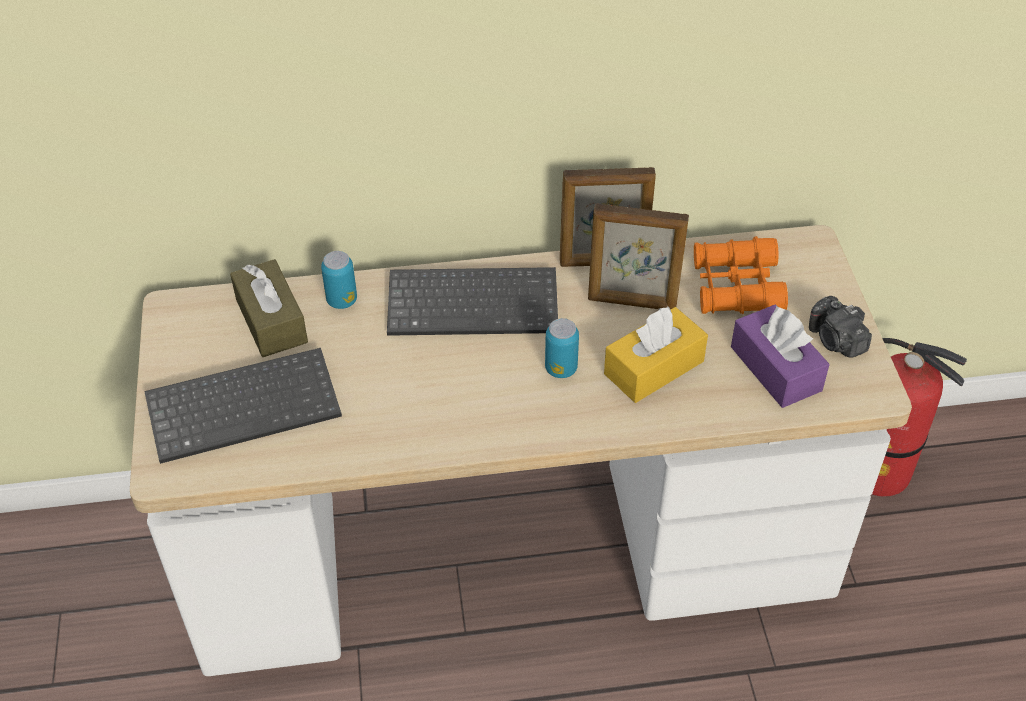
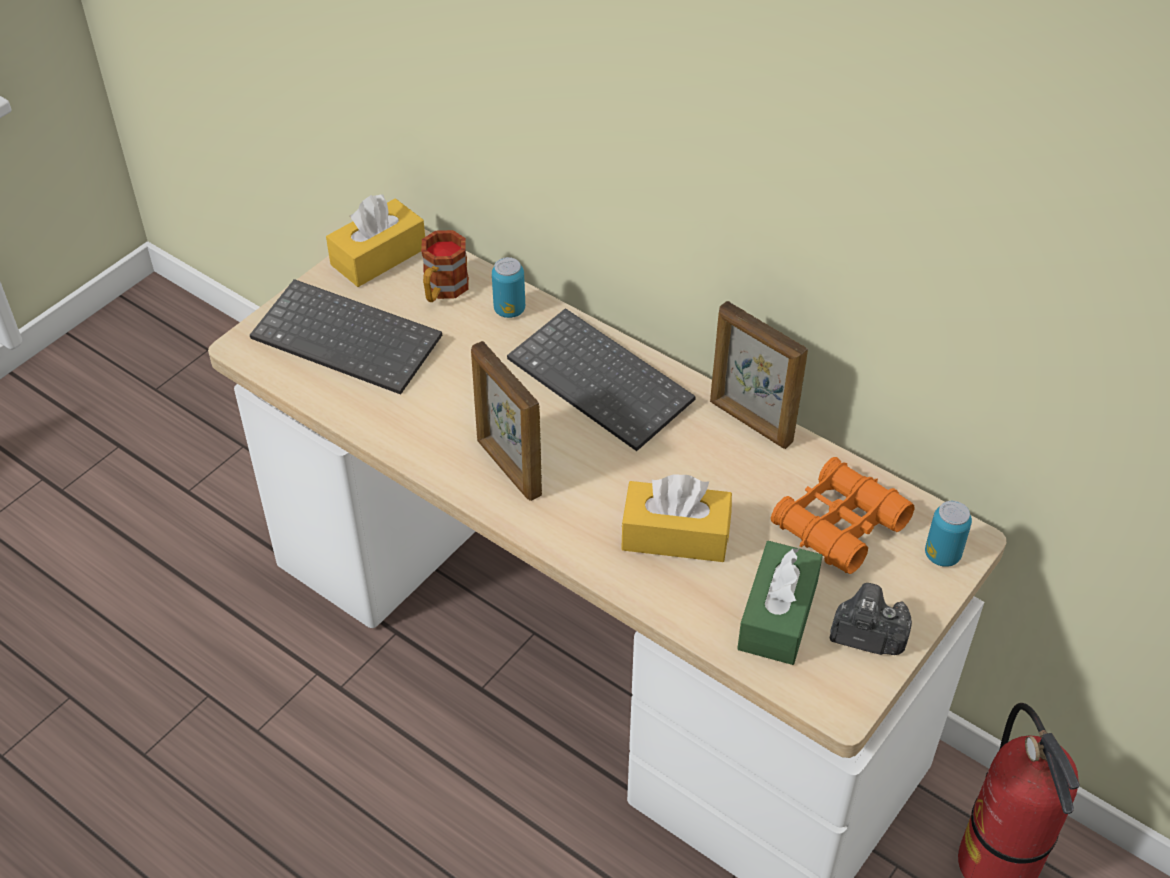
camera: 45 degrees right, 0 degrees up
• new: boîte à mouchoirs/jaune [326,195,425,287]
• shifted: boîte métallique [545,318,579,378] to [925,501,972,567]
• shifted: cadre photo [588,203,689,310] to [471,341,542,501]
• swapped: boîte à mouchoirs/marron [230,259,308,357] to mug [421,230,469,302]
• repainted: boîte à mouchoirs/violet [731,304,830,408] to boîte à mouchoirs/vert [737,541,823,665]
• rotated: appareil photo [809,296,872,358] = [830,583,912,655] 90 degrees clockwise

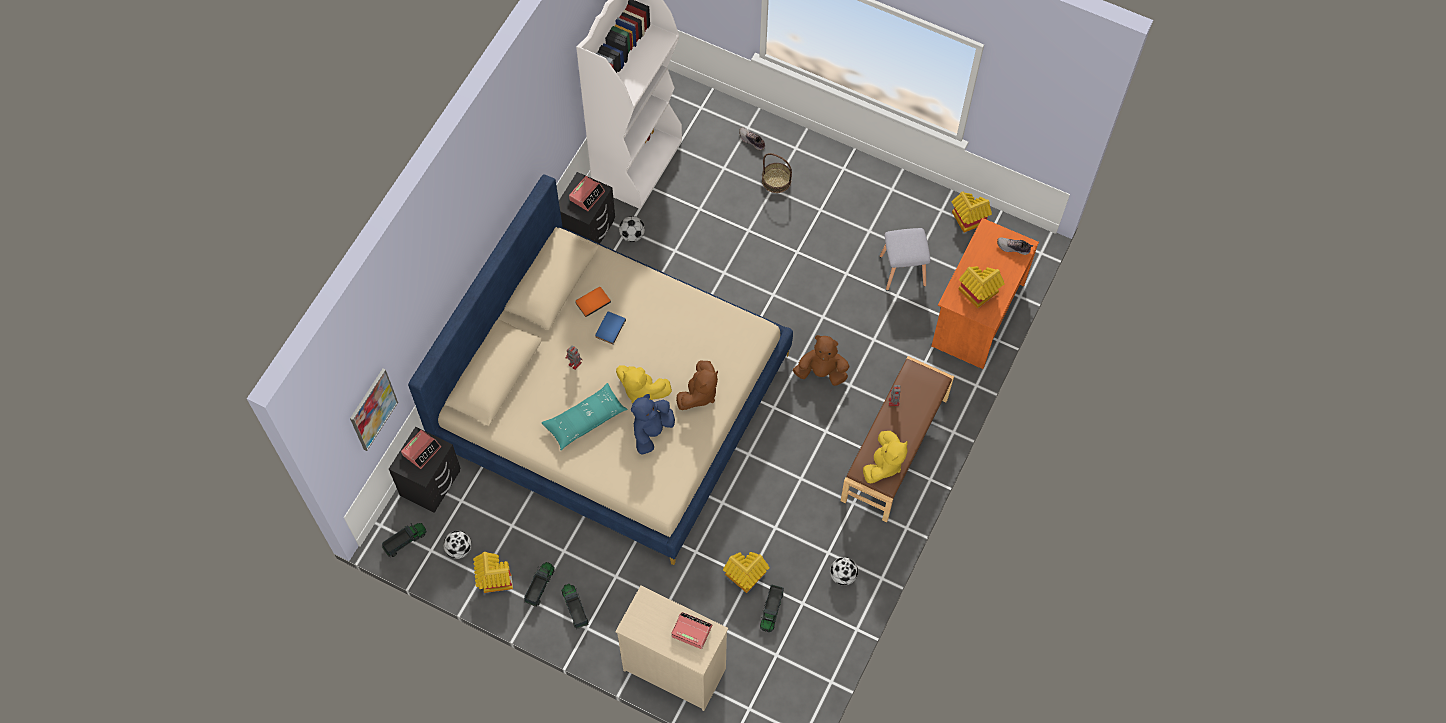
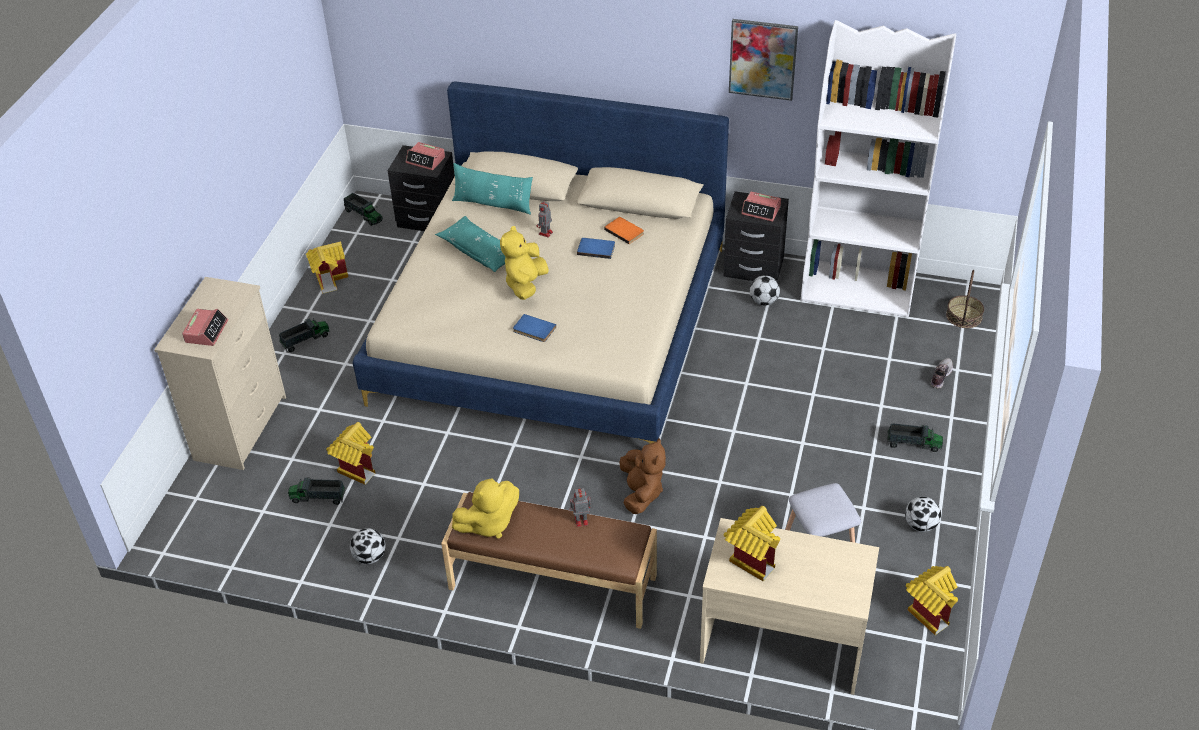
camera: 80 degrees right, 20 degrees down
• gone: peluche/bleu [631,394,675,455]
• gone: chaussure [997,237,1033,255]
• new: coussin/turquoise [452,163,533,215]
• shifted: tableau [350,369,398,451] to [729,19,798,101]
• shifted: ballon de foot [443,531,472,559] to [905,497,941,532]
• shifted: camion jouet [524,562,555,607] to [887,423,943,452]
• shifted: panier [762,153,792,193] to [946,270,984,328]
• swapped: peluche/marron [676,360,718,410] to livre/bleu [513,314,556,342]
• repainted: bureau/orange [932,218,1039,369] to bureau/beige [700,518,879,695]
• rotated: peluche/jaune [863,431,908,483] = [452,478,519,539] 45 degrees counterclockwise

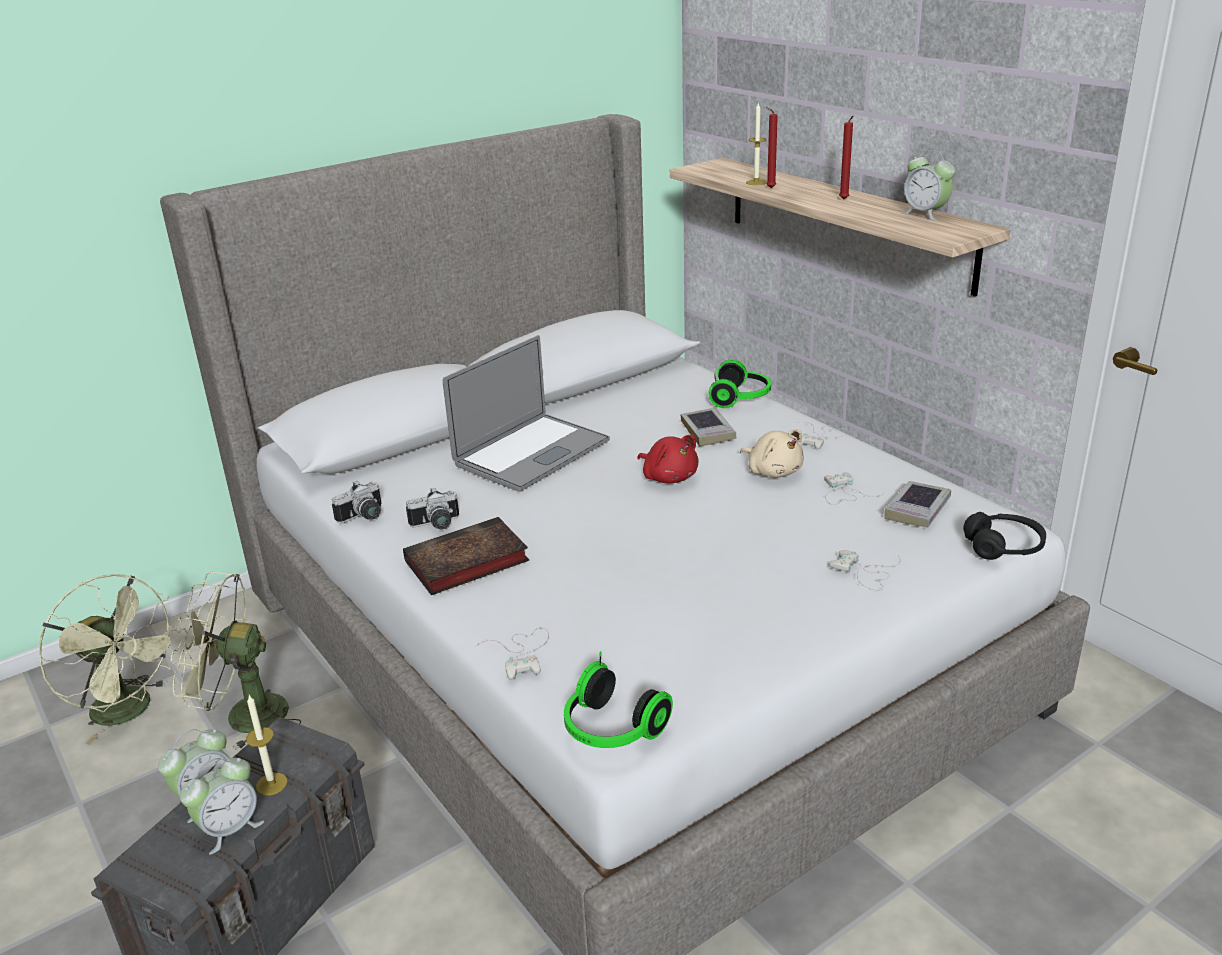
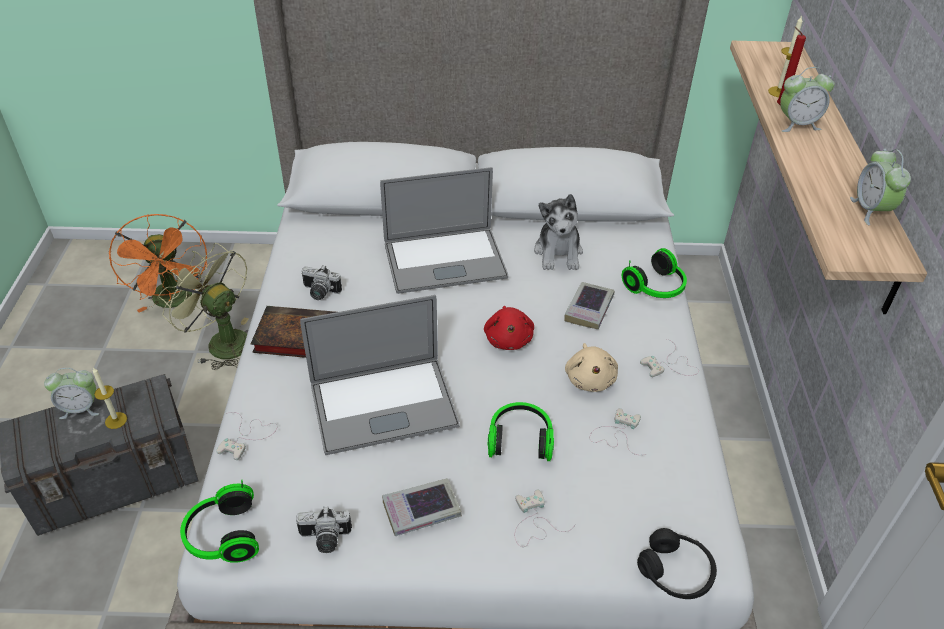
camera: 35 degrees right, 15 degrees up
• gone: bougie/rouge [839,116,853,199]
• new: ordinateur portable [300,295,460,455]
• new: casque audio [487,402,554,461]
• new: peluche [534,194,583,270]
• shifted: réveil [180,758,264,855] to [780,67,835,132]
• shifted: appareil photo [332,481,381,523] to [296,507,352,553]
• shifted: livre [884,481,951,527] to [382,478,462,536]
• repainted: ventilateur/vert [38,574,181,744] to ventilateur/orange [109,214,207,312]

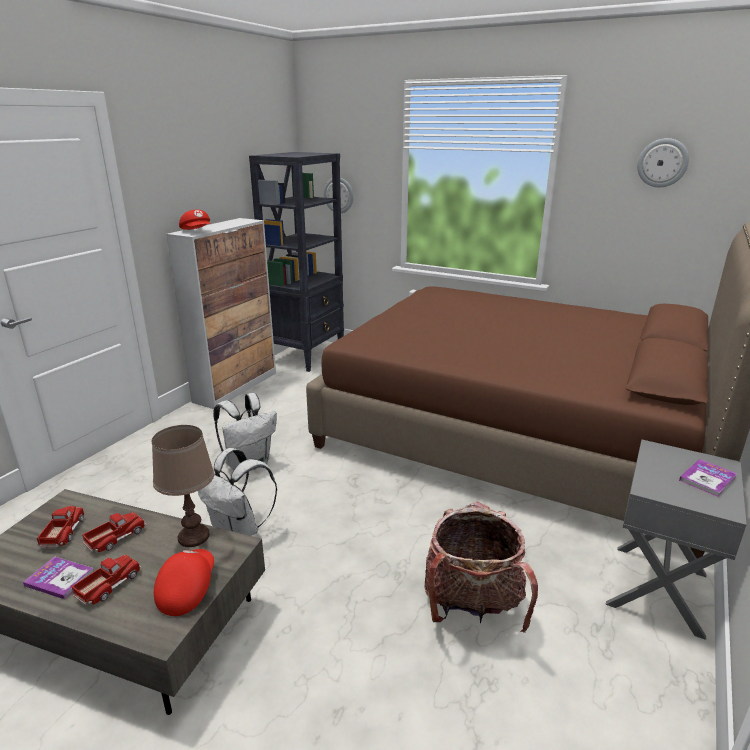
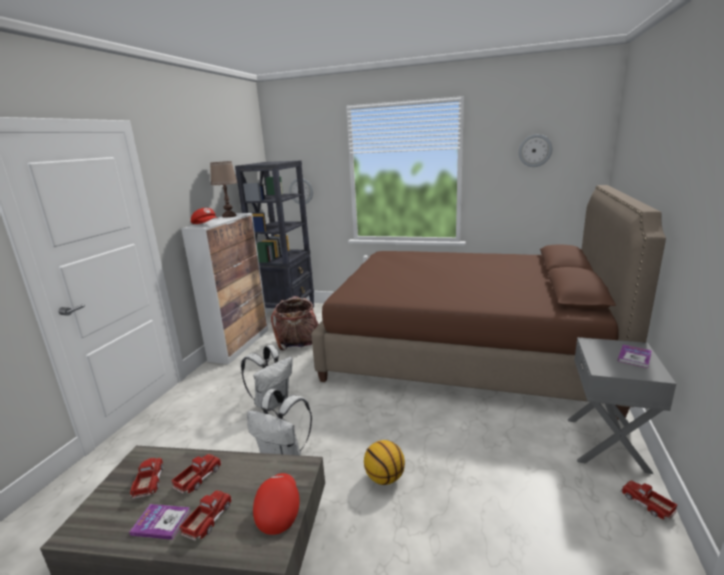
camera: 10 degrees left, 5 degrees down
• new: ballon de basket [364,440,405,485]
• new: camion jouet [620,481,677,519]
• shifted: lampe de table/marron [152,425,214,547] to [210,161,238,218]
• shifted: sac à dos [424,502,538,632] to [271,296,319,350]

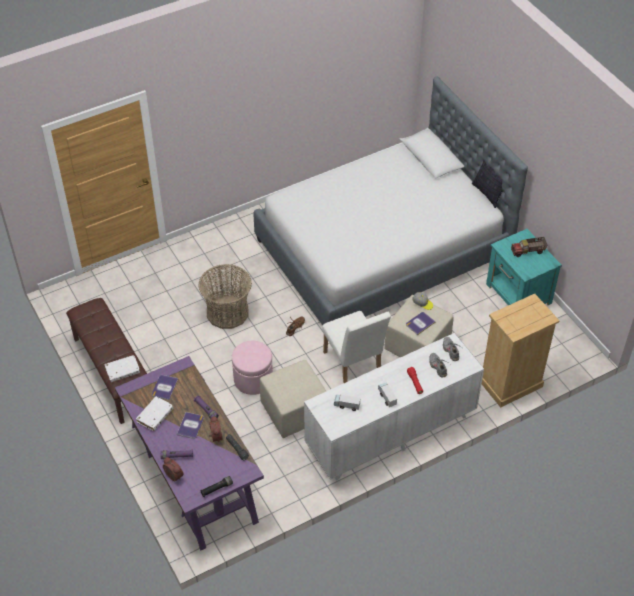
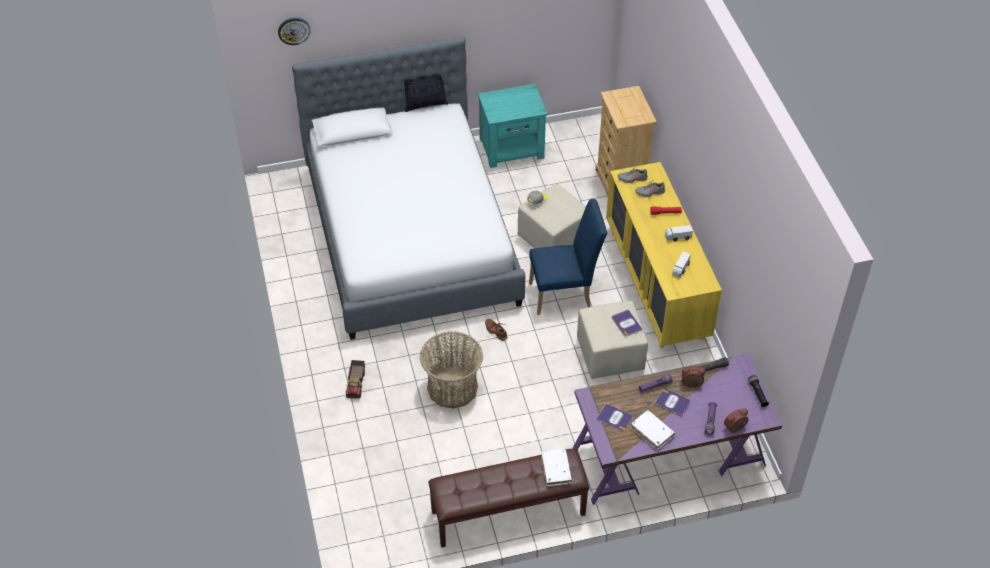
camera: 75 degrees left, 0 degrees up
• gone: pouf/rose [232,341,273,395]
• new: horloge murale [278,18,311,45]
• shifted: livre [406,312,436,335] to [612,309,643,336]
• shifted: camion jouet [511,237,548,257] to [346,360,365,399]
• repainted: commode/blanc [304,333,484,481] to commode/jaune [606,162,722,348]
• repainted: chaise/blanc [322,311,391,383] to chaise/bleu [529,199,607,315]

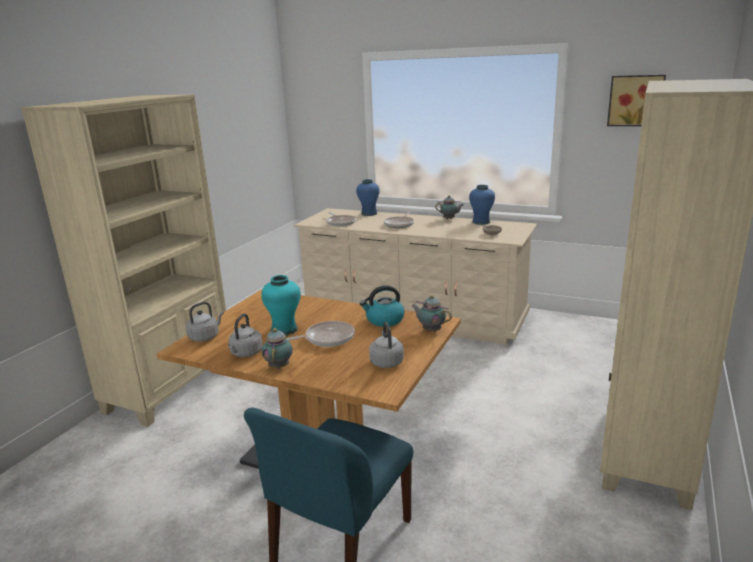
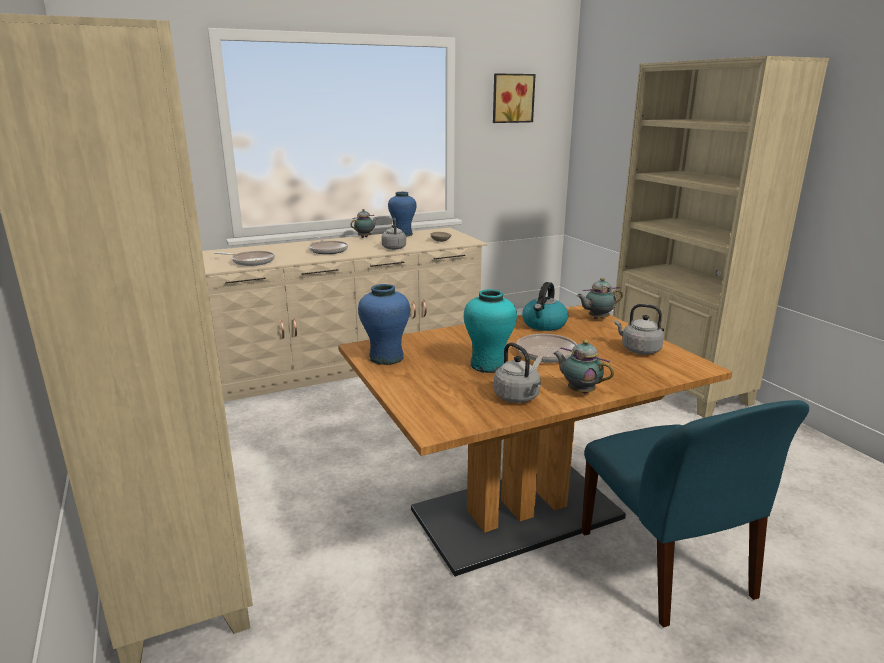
camera: 50 degrees left, 0 degrees up
• shifted: bouilloire/gris [186,302,224,342] to [381,217,406,250]
• shifted: vase/bleu [356,179,380,216] to [358,284,410,365]

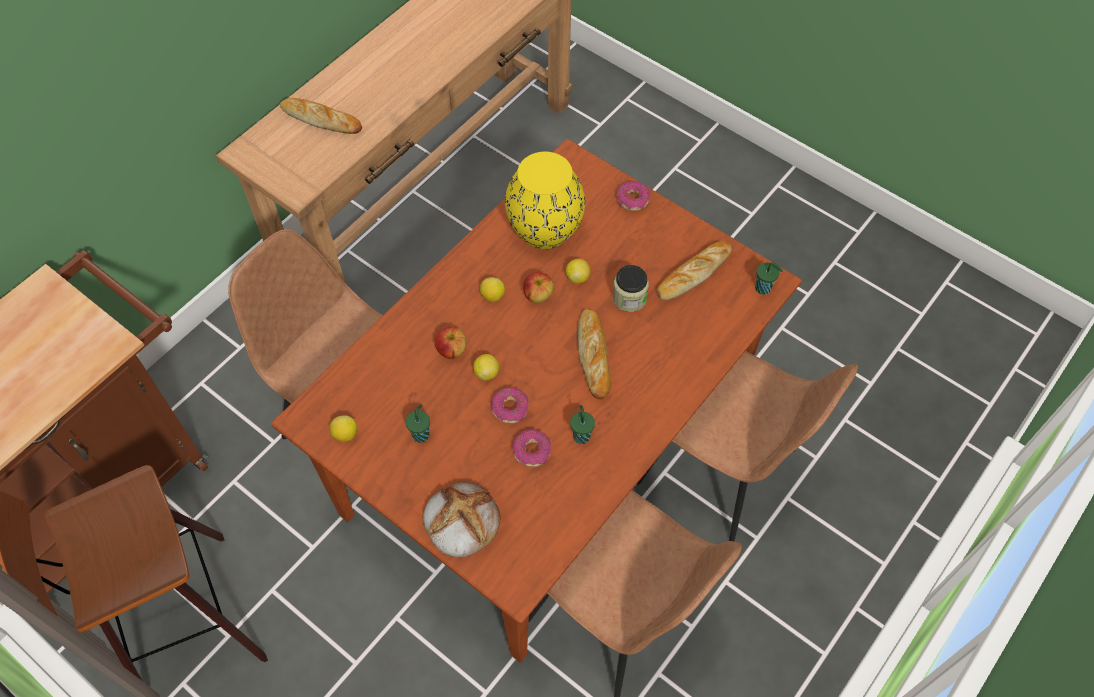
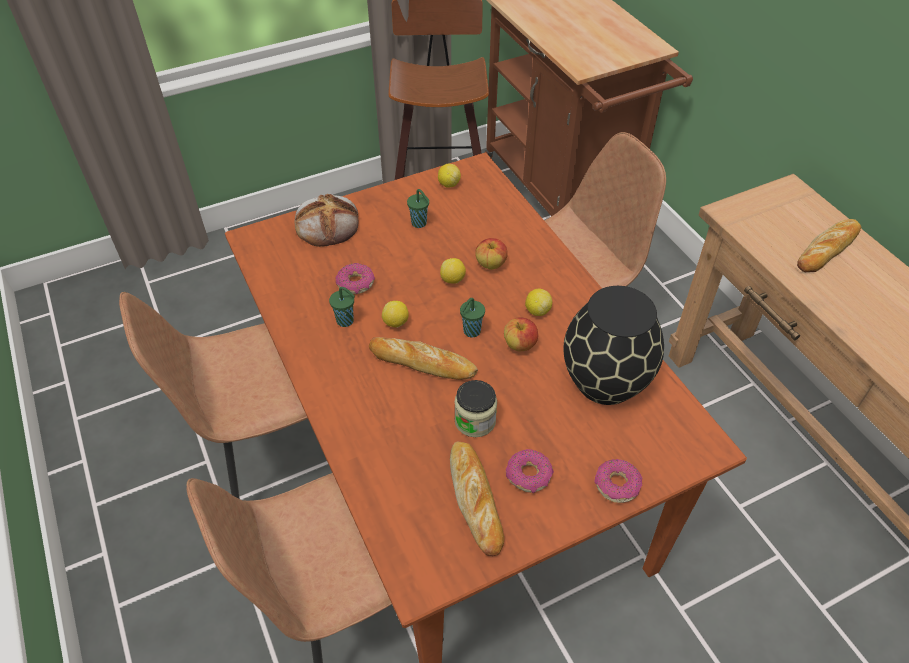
camera: 115 degrees right, 10 degrees down
• shifted: beignet [491,387,529,423] to [506,449,554,493]
• shifted: citron [566,259,590,284] to [382,301,409,328]
• shifted: tasse/vert [755,262,783,295] to [460,298,485,337]
• repainted: vase/jaune [505,152,585,249] to vase/noir [563,286,664,405]

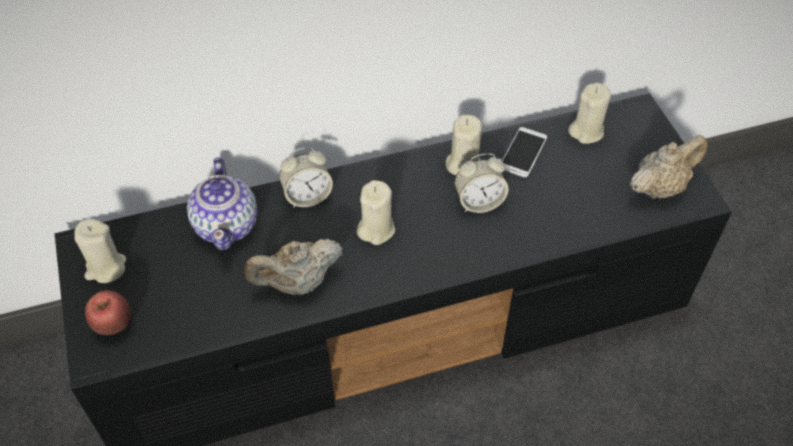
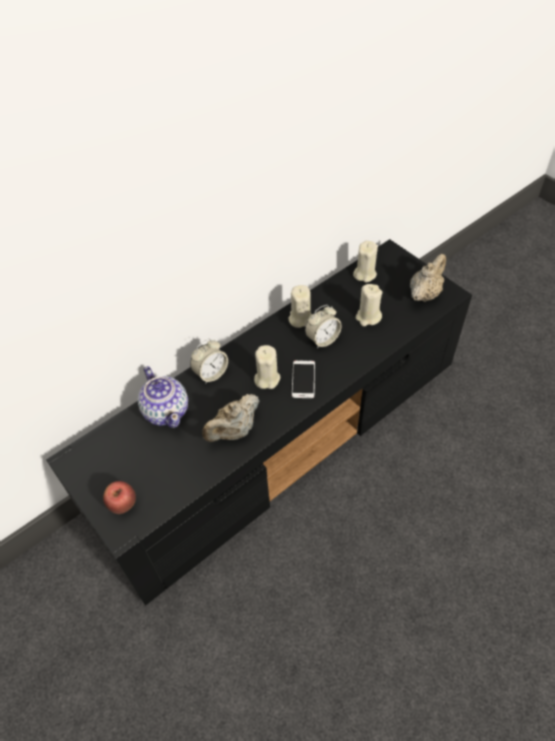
camera: 20 degrees left, 0 degrees up
• shifted: bougie/beige [74,219,126,283] to [356,284,382,326]
• shifted: téléphone [502,127,547,178] to [292,360,315,398]

